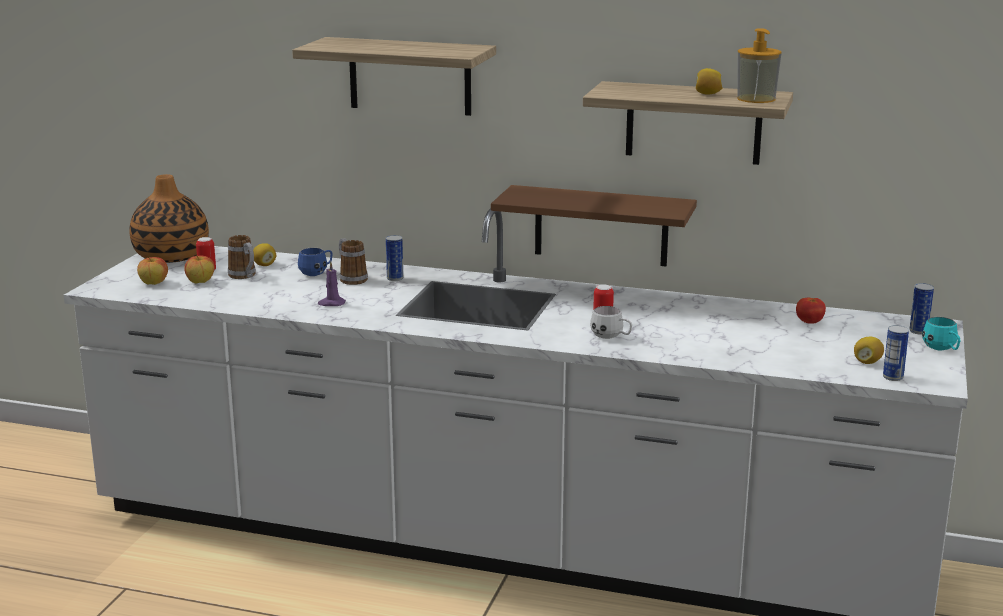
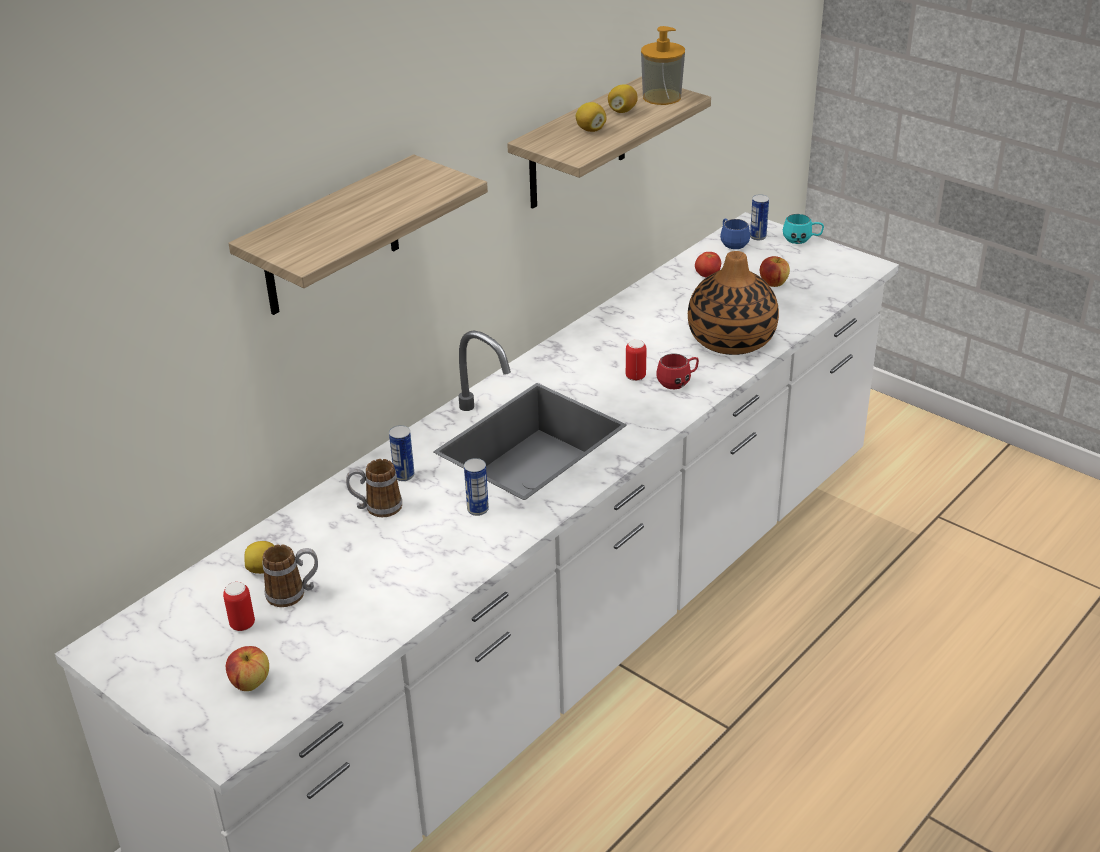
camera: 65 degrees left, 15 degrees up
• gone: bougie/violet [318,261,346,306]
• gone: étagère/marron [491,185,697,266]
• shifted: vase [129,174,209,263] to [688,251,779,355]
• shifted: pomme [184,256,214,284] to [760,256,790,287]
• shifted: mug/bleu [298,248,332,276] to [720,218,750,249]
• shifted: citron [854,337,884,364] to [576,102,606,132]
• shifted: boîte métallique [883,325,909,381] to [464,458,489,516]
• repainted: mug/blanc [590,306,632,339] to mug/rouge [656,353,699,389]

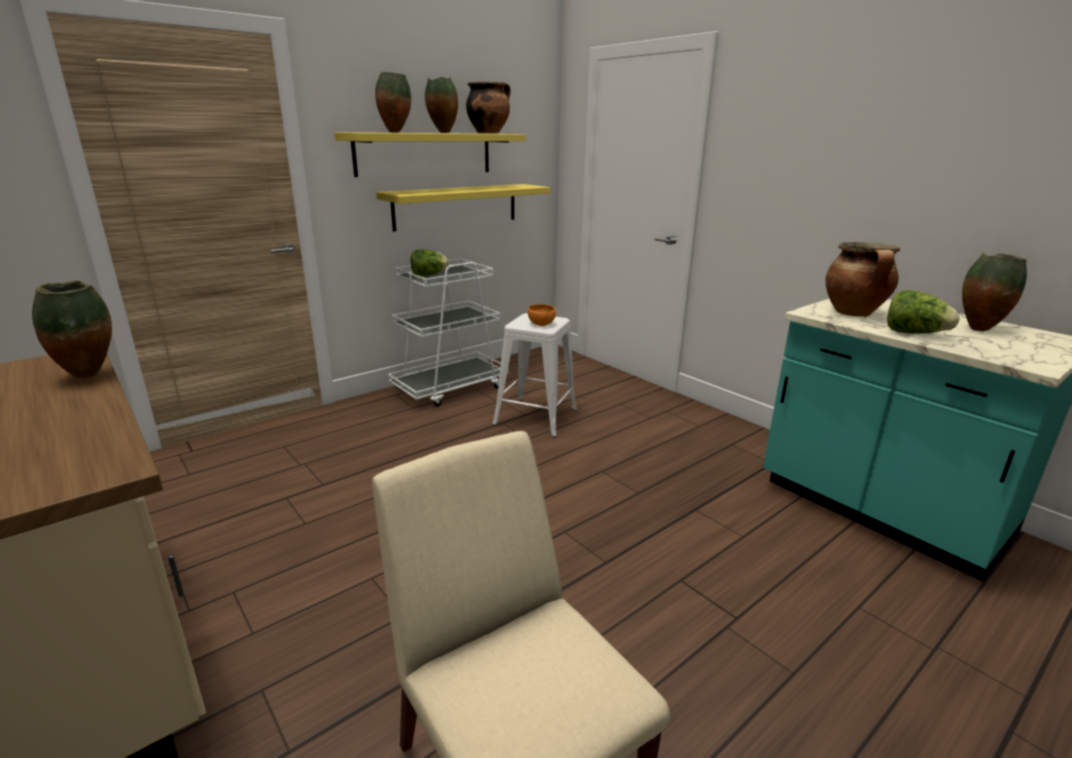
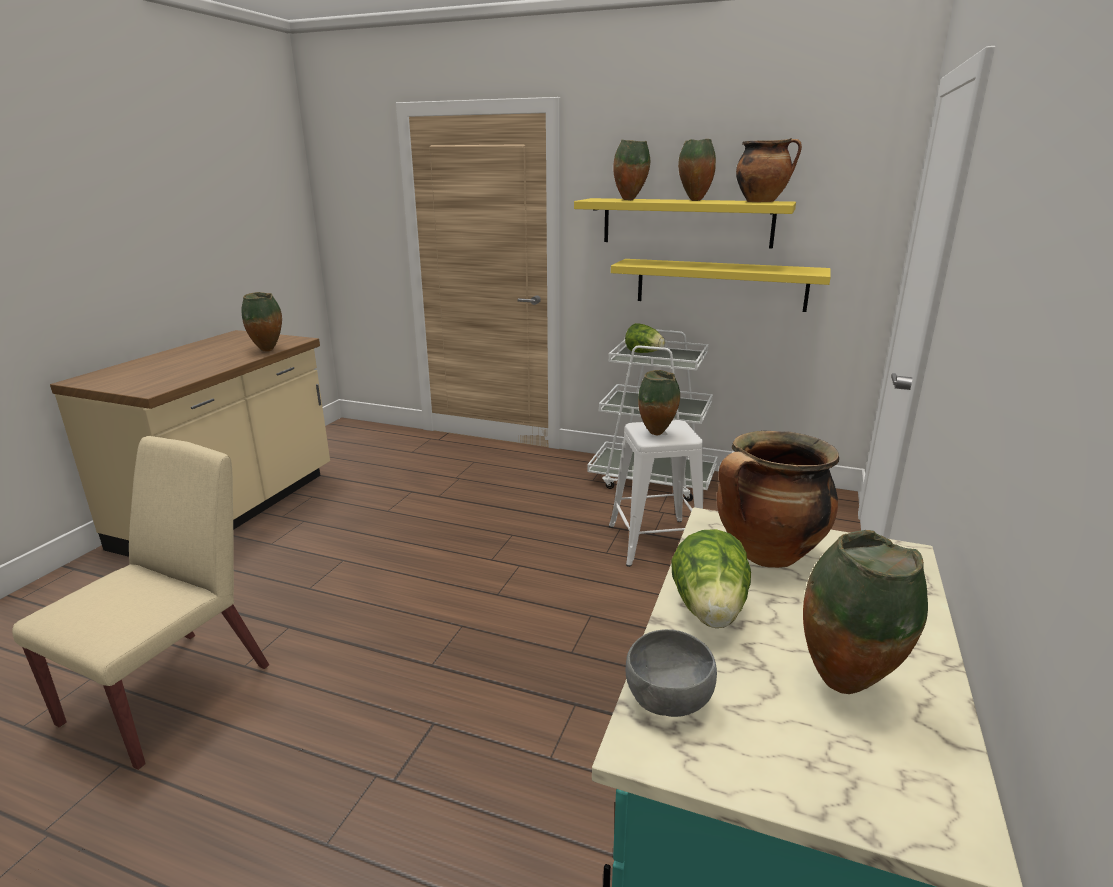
camera: 60 degrees right, 0 degrees up
• new: bol/gris [626,629,717,717]
• swapped: bol/orange [528,304,556,326] to vase [638,370,680,435]

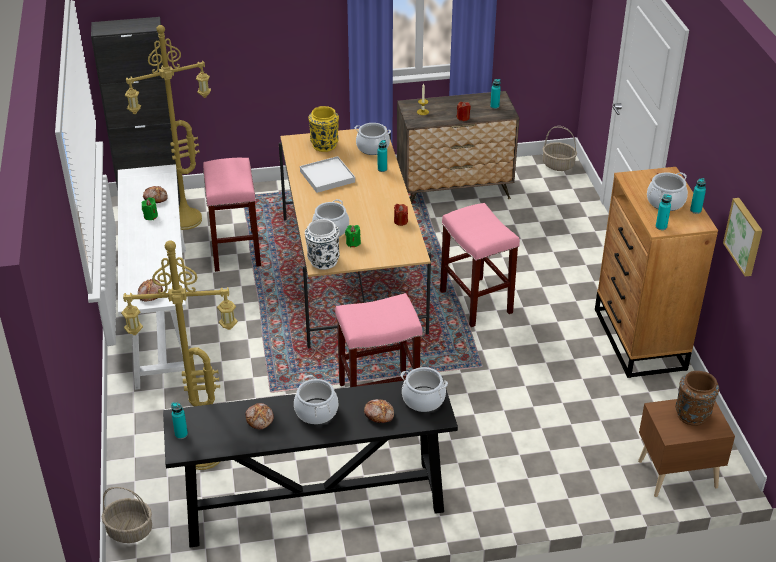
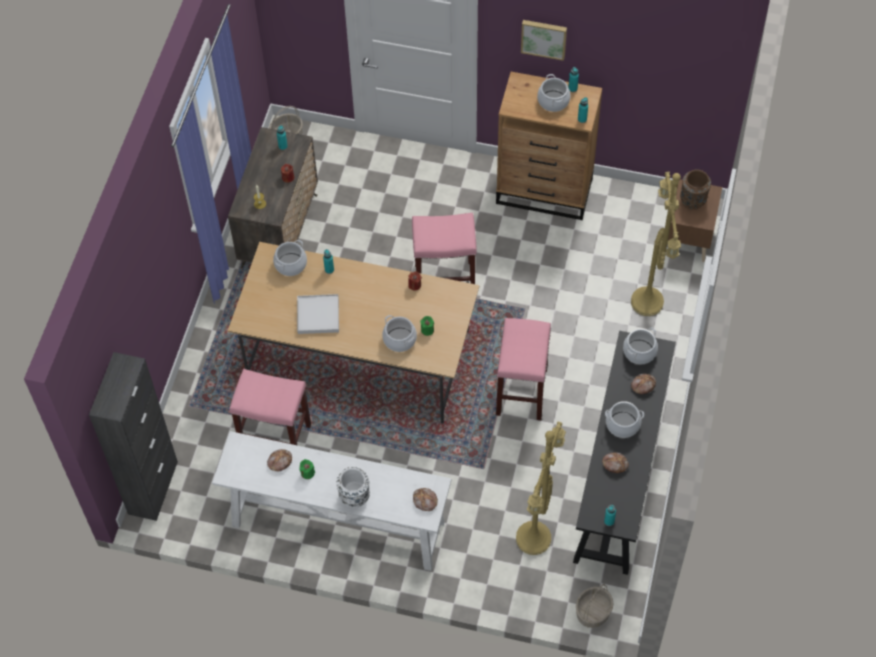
camera: 65 degrees left, 20 degrees up
• gone: vase/jaune [309,106,339,152]
• shifted: lampadaire/jaune [125,25,211,230] to [631,172,681,316]
• shifted: vase/blanc [305,219,340,270] to [336,467,370,508]
• shifted: tableau [723,198,762,277] to [521,20,567,61]

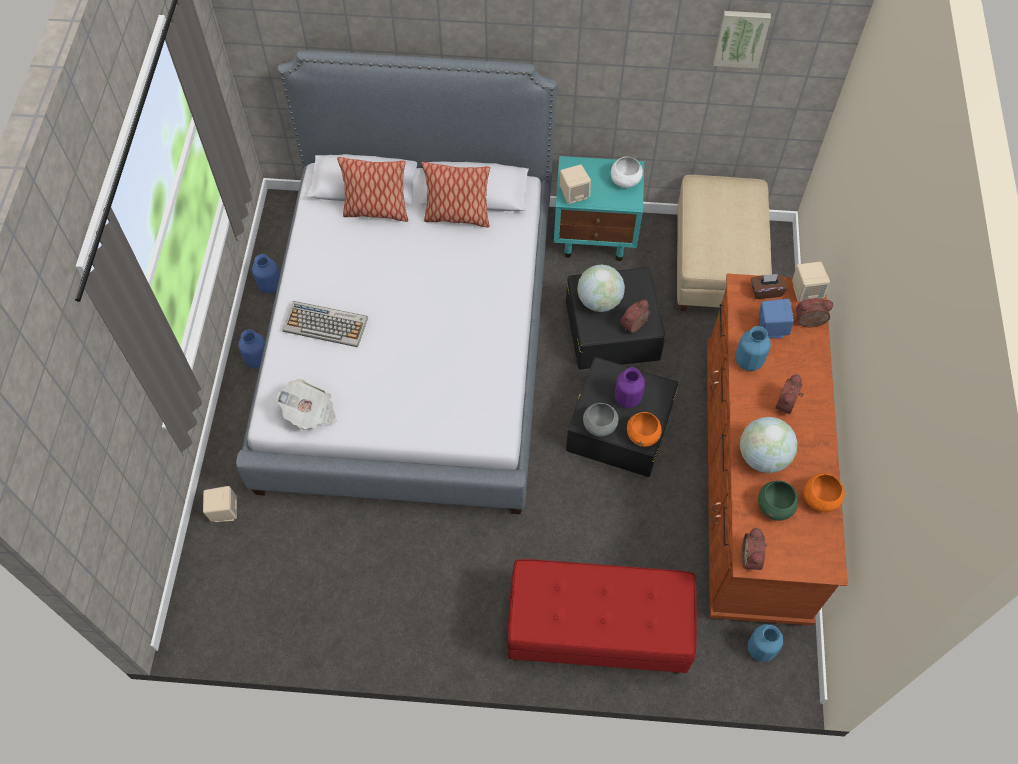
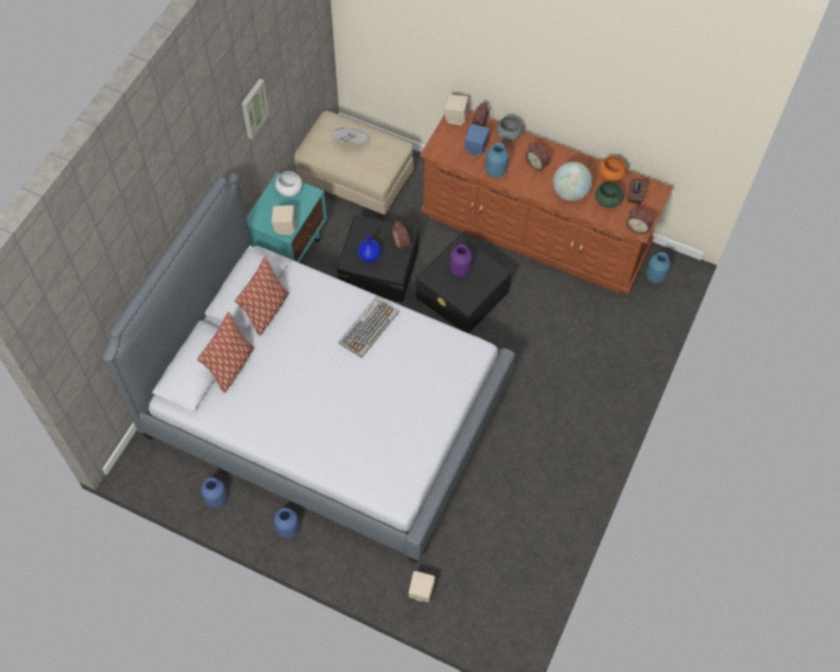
camera: 70 degrees left, 0 degrees up
• gone: banc/rouge [507,559,697,674]
• gone: bol/orange [627,412,662,447]
• shifted: journal [276,379,337,430] to [332,127,369,144]
• shifted: clavier [282,301,368,347] to [339,297,399,358]
• shifted: bol/gris [583,403,619,436] to [497,116,523,142]
• shifted: tableau [714,11,771,69] to [242,78,269,139]
• shifted: boîte à mouchoirs/marron [751,274,788,299] to [627,179,647,205]
• swapped: globe [577,265,625,312] to vase/bleu [358,234,381,263]

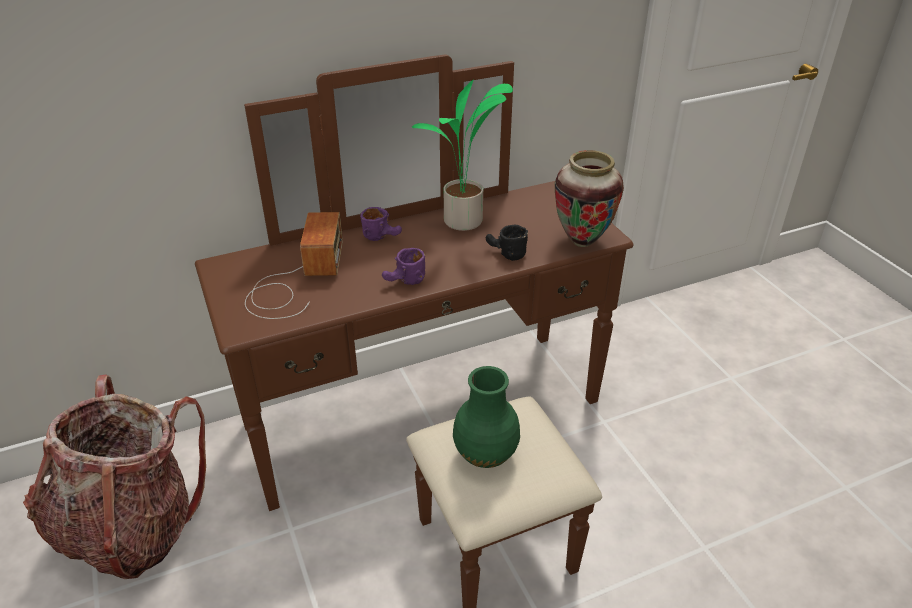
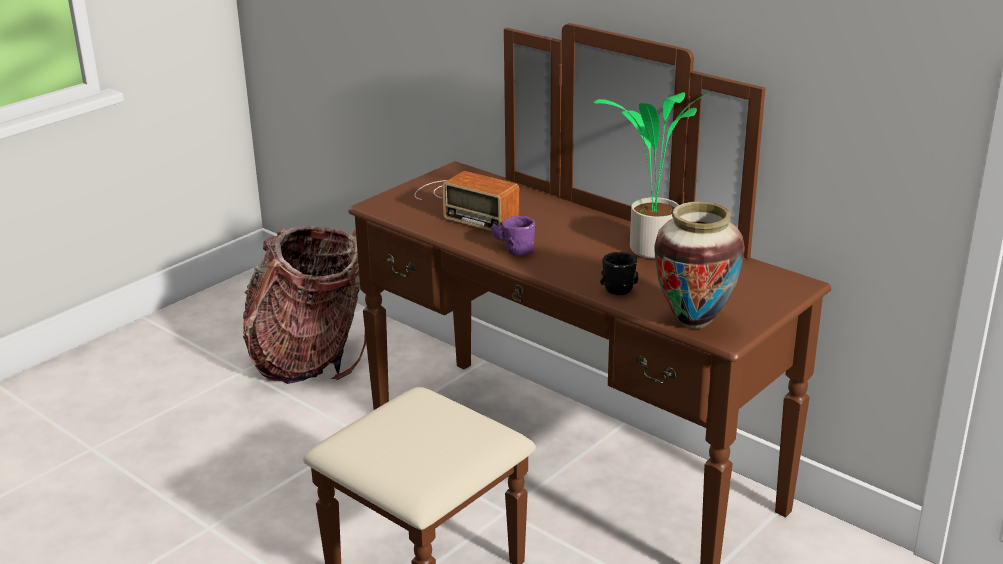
camera: 65 degrees right, 10 degrees down
• gone: mug/violet [360,207,402,241]
• gone: vase/vert [453,366,520,468]
• rotated: radio [245,212,343,319] = [414,171,519,231] 60 degrees clockwise

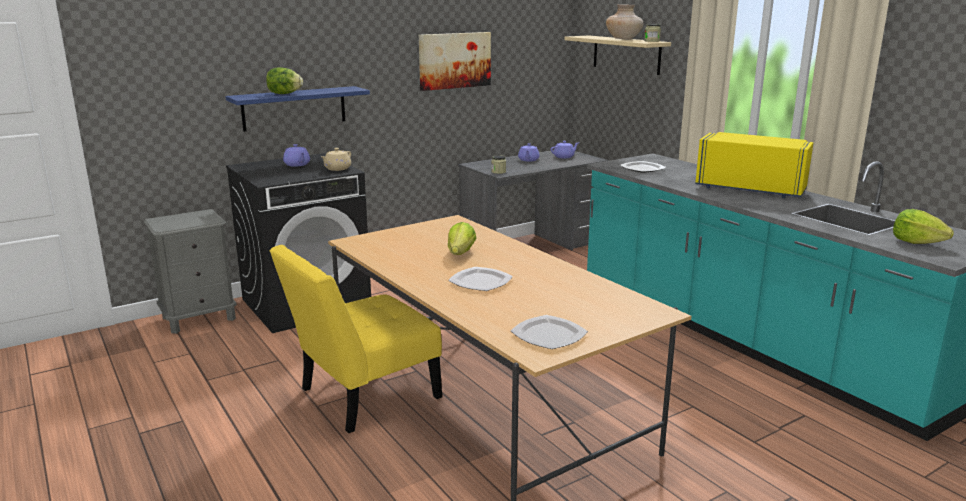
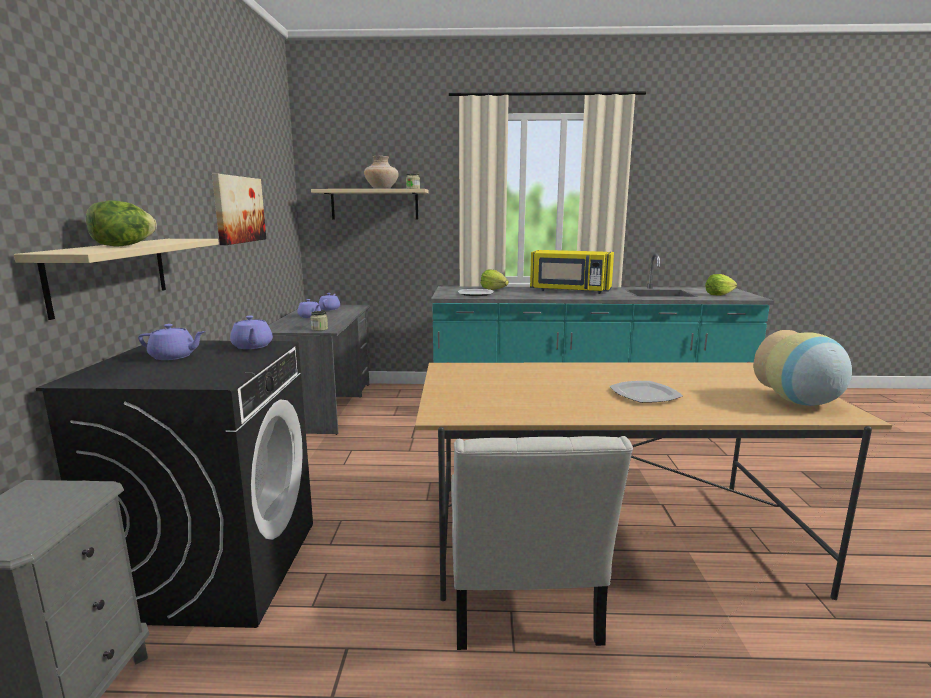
camera: 55 degrees left, 5 degrees down
• shifted: laitue [448,222,476,255] to [481,269,509,290]
• swapped: assiette [511,315,588,349] to vase [753,330,852,406]
• repainted: étagère/bleu [225,86,370,132] to étagère/beige [14,239,219,320]
• repainted: chaise/jaune [270,245,442,433] to chaise/blanc [451,436,633,650]
• repainted: théière/beige [321,148,351,171] to théière/violet [230,316,273,349]
• rotated: micro-ondes/jaune [695,132,813,198] = [530,250,614,294] 135 degrees counterclockwise

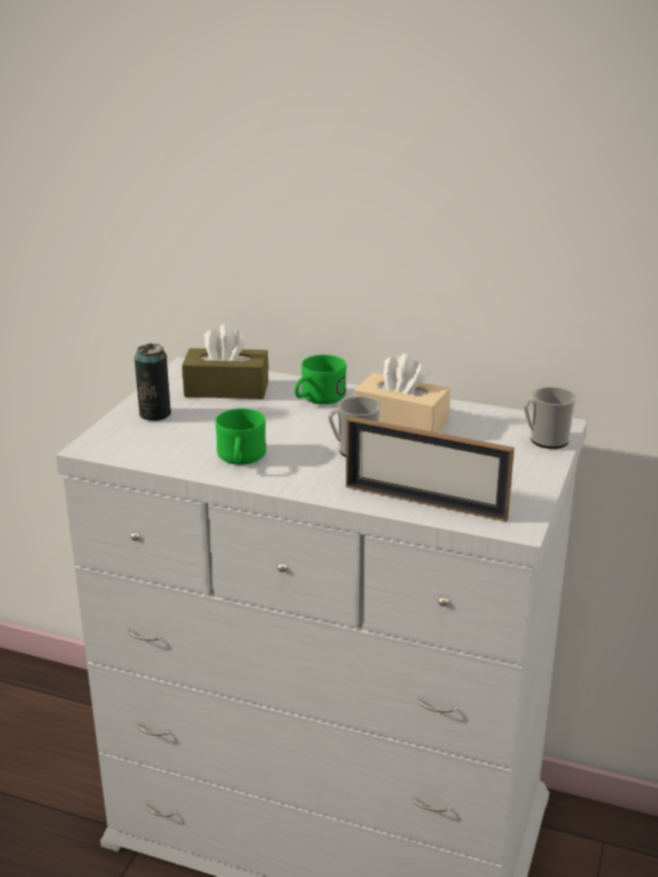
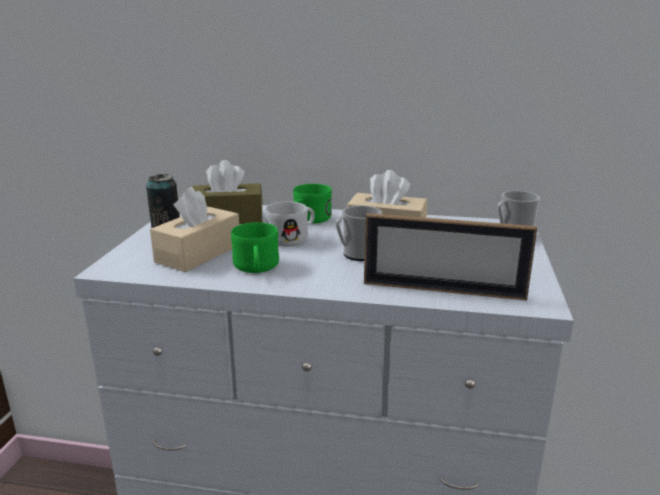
camera: 10 degrees left, 5 degrees down
• new: boîte à mouchoirs/beige [150,187,239,272]
• new: mug/blanc [265,202,315,246]

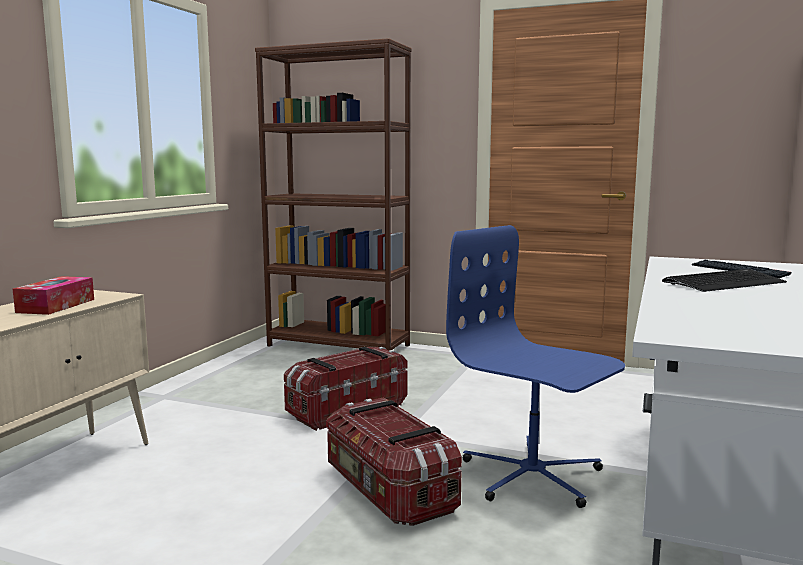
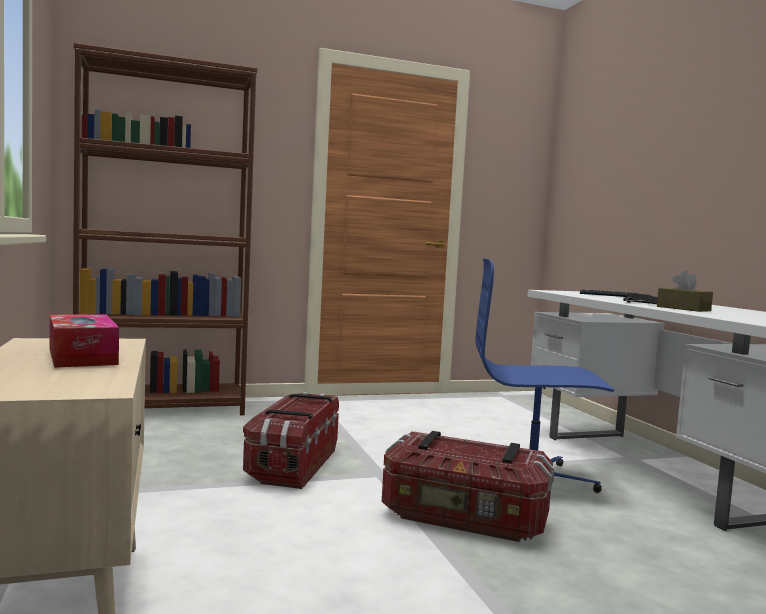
camera: 40 degrees left, 5 degrees down
• new: boîte à mouchoirs/marron [657,271,713,312]

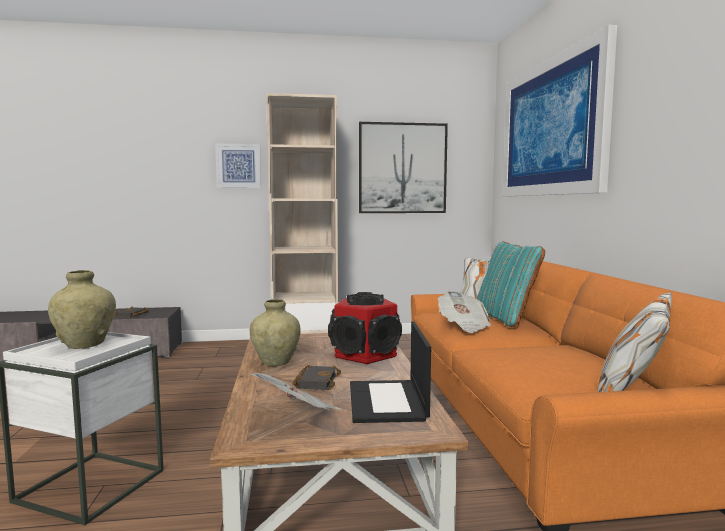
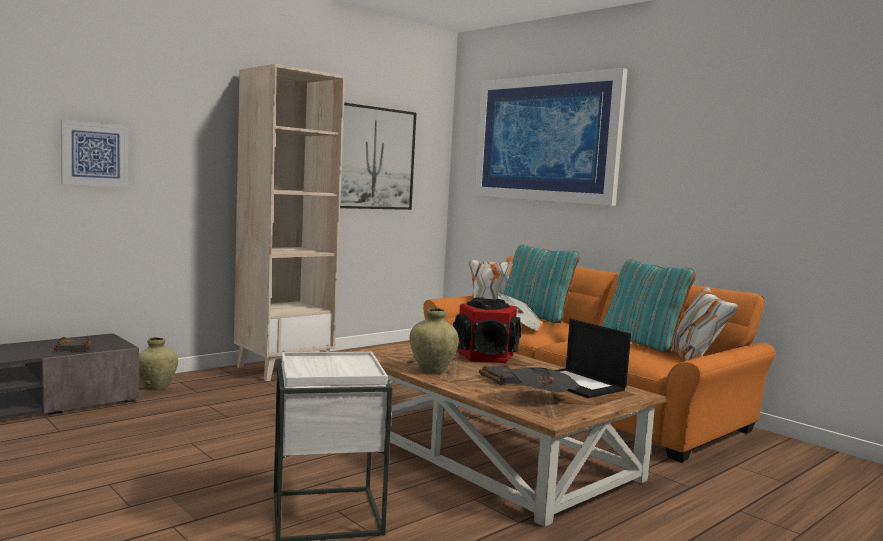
camera: 35 degrees left, 0 degrees up
• new: coussin/turquoise [602,259,696,353]
• shifted: vase/beige [48,270,116,349] to [139,337,178,391]
• shifted: tableau [215,143,261,188] to [61,120,129,187]

